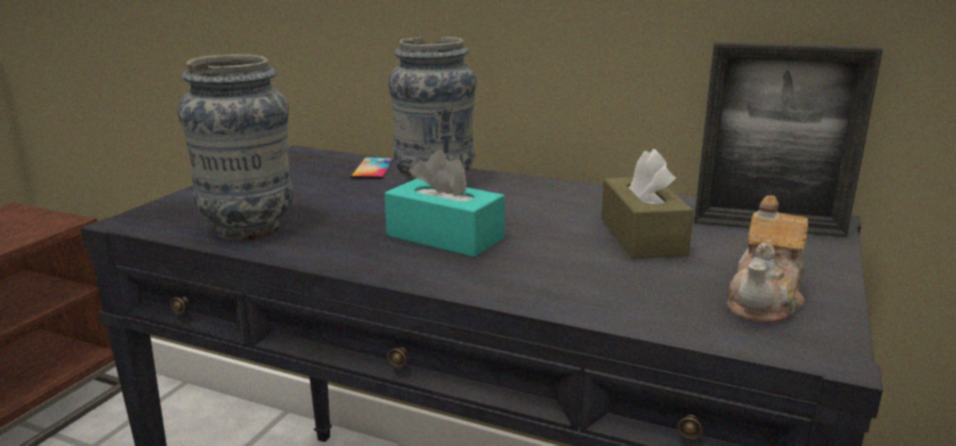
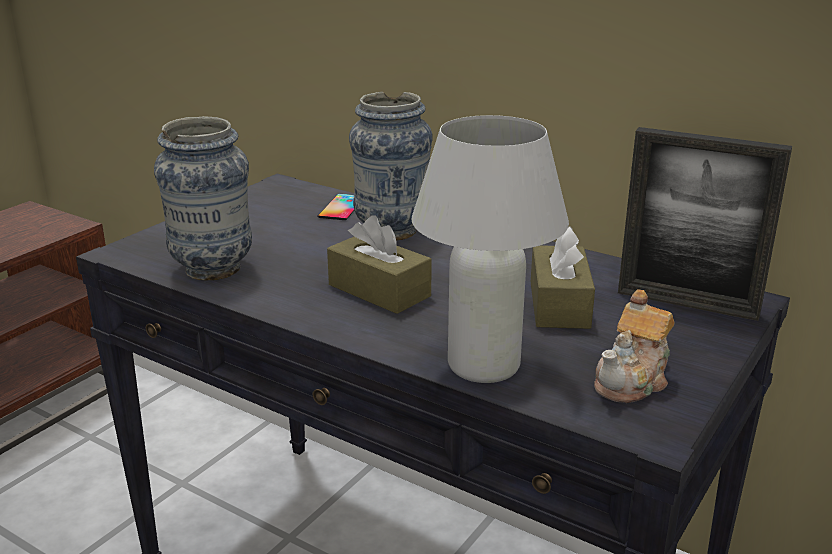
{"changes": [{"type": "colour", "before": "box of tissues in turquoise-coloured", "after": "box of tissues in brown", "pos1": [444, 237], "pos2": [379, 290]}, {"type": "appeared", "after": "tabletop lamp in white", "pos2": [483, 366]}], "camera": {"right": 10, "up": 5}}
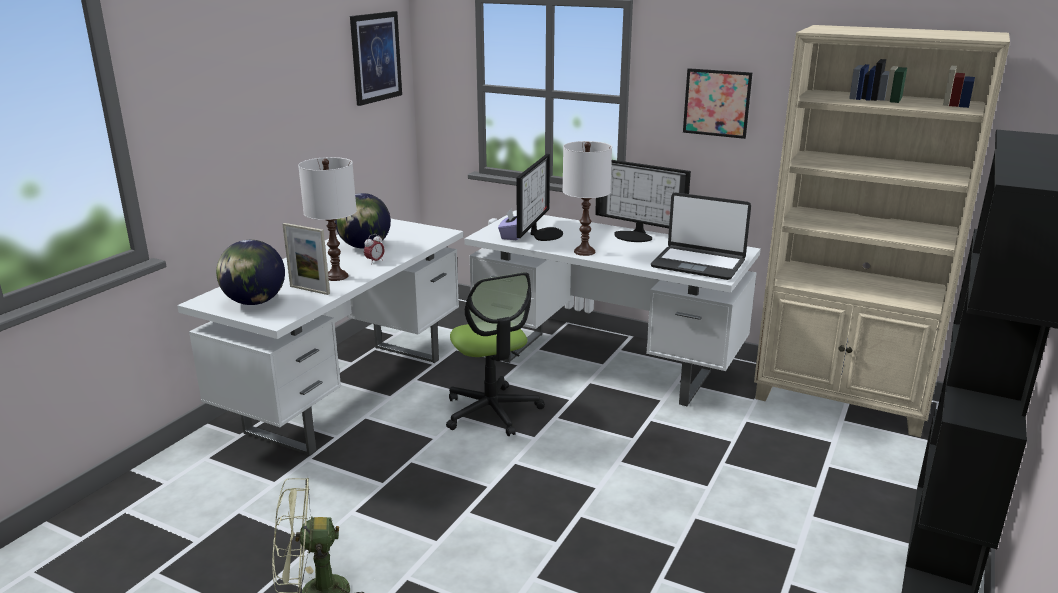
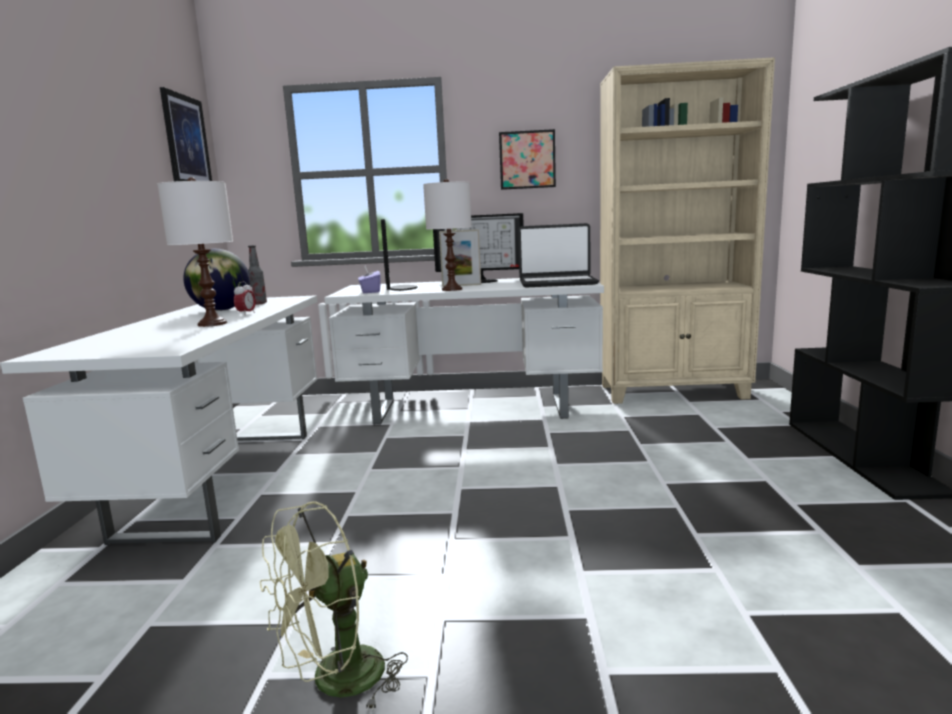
{"changes": [{"type": "relocated", "before": "standing frame", "pos1": [309, 290], "pos2": [461, 285]}, {"type": "missing", "before": "desk globe", "pos1": [255, 302]}, {"type": "missing", "before": "desk chair", "pos1": [492, 411]}, {"type": "appeared", "after": "beverage bottle", "pos2": [259, 303]}], "camera": {"right": -25, "up": -10}}
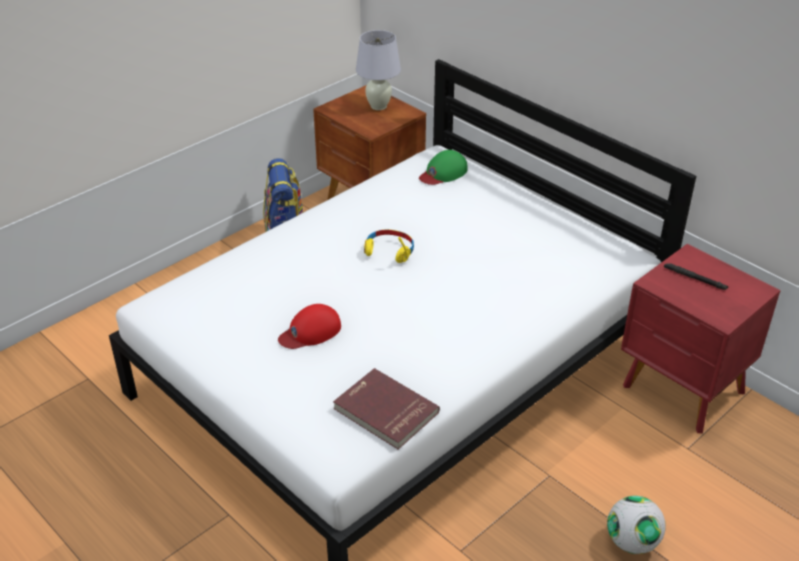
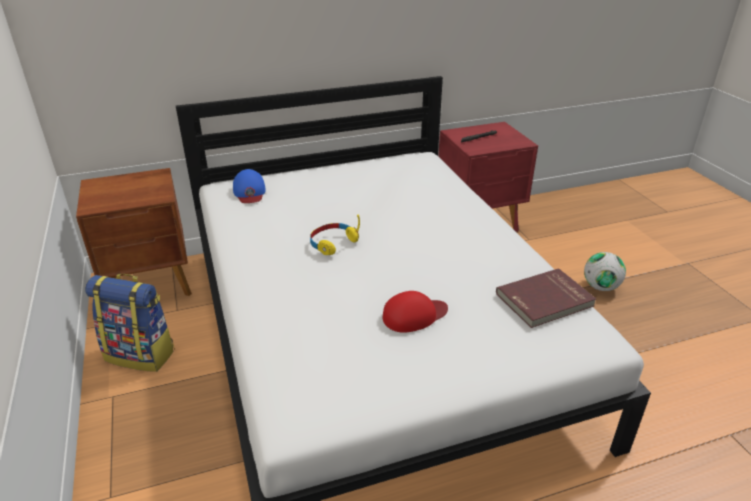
{"changes": [{"type": "missing", "before": "tabletop lamp in white", "pos1": [378, 106]}, {"type": "colour", "before": "baseball cap in green-coloured", "after": "baseball cap in blue-coloured", "pos1": [443, 173], "pos2": [249, 192]}, {"type": "spun", "before": "baseball cap in red-coloured", "pos1": [310, 331], "pos2": [414, 315], "turn": -105}], "camera": {"right": -65, "up": -5}}
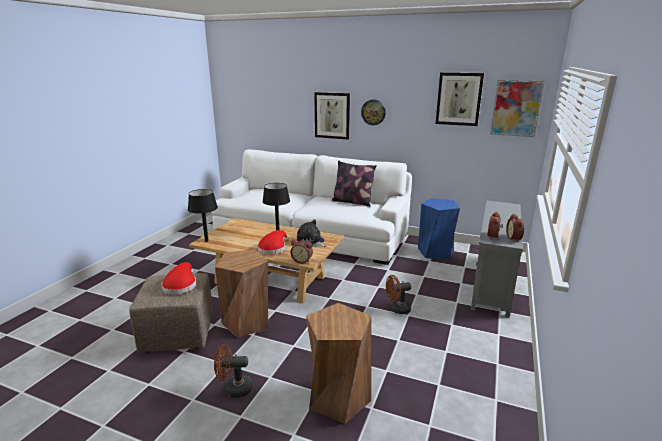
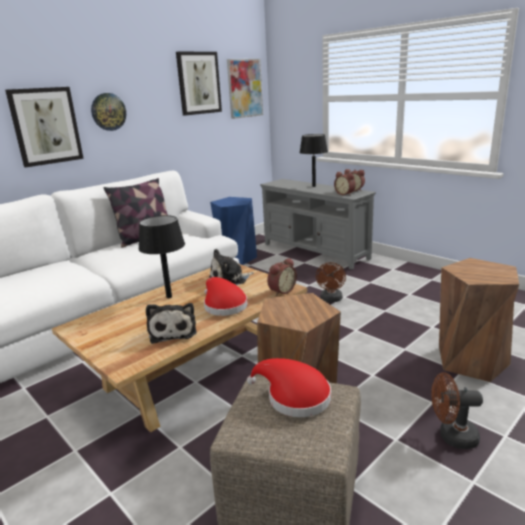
{"changes": [{"type": "relocated", "before": "tabletop lamp in black-coloured", "pos1": [206, 240], "pos2": [313, 186]}, {"type": "spun", "before": "electric fan in brown", "pos1": [234, 389], "pos2": [452, 436], "turn": 75}, {"type": "appeared", "after": "plush toy", "pos2": [173, 331]}], "camera": {"right": -65, "up": 0}}
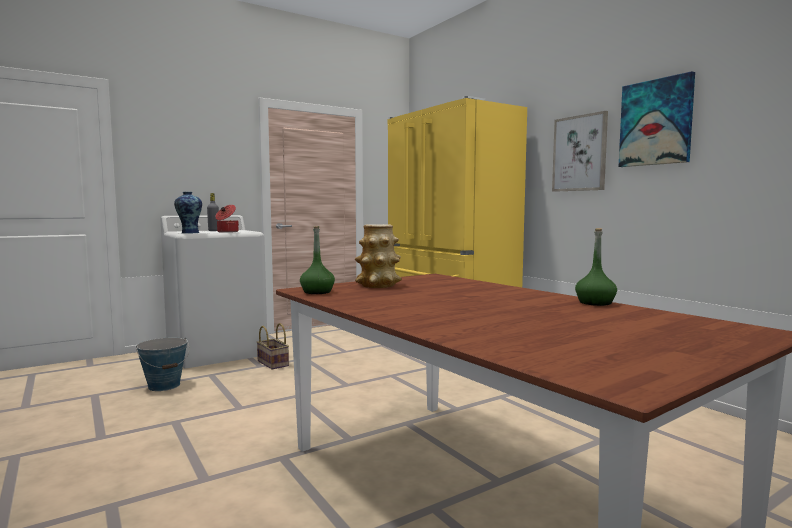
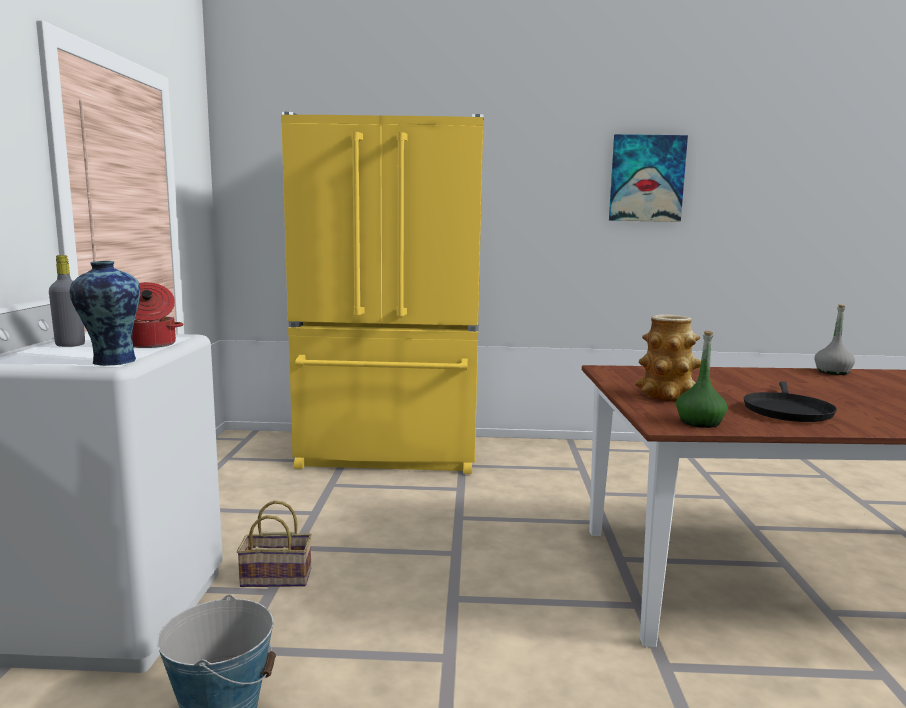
{"changes": [{"type": "missing", "before": "wall art", "pos1": [579, 153]}, {"type": "colour", "before": "beverage bottle in green-coloured", "after": "beverage bottle in greyish", "pos1": [595, 303], "pos2": [833, 372]}, {"type": "appeared", "after": "frying pan in black-coloured", "pos2": [786, 411]}], "camera": {"right": -55, "up": 5}}
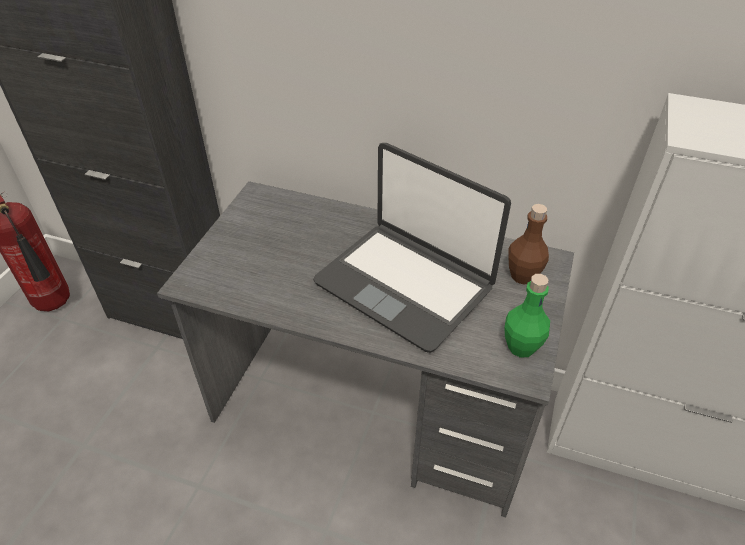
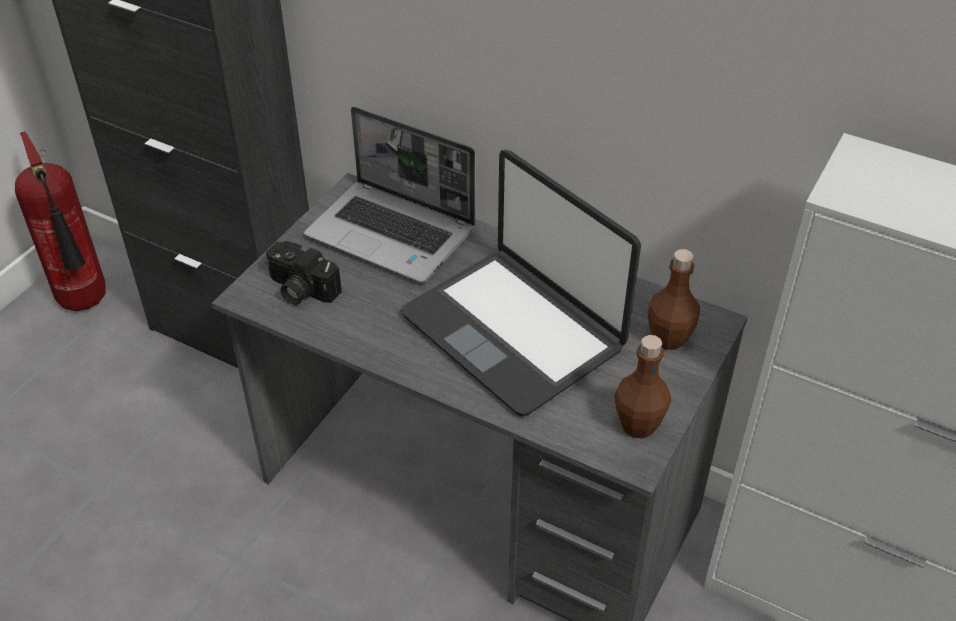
{"changes": [{"type": "colour", "before": "beverage bottle in green-coloured", "after": "beverage bottle in brown", "pos1": [521, 347], "pos2": [638, 425]}, {"type": "appeared", "after": "notebook computer", "pos2": [393, 233]}, {"type": "appeared", "after": "photo camera", "pos2": [299, 289]}], "camera": {"right": 10, "up": 0}}
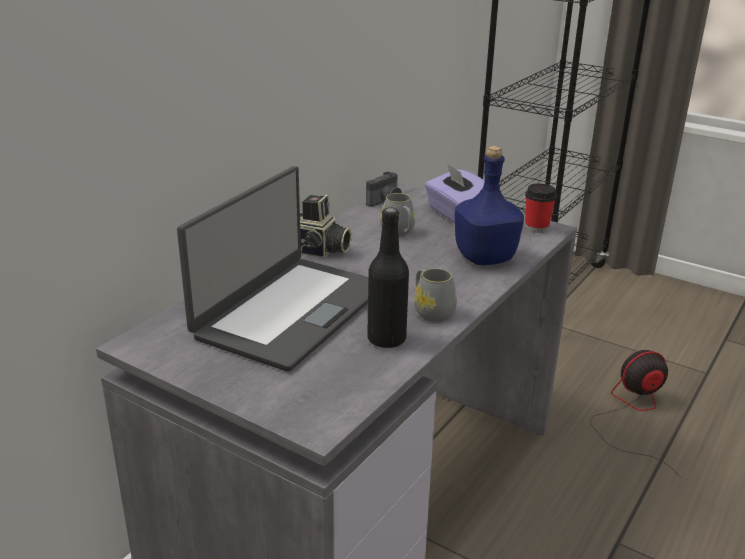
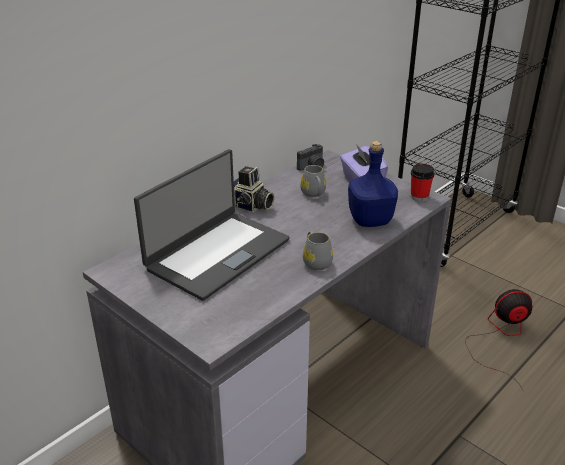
{"changes": [{"type": "missing", "before": "beverage bottle in black-coloured", "pos1": [386, 339]}], "camera": {"right": 10, "up": 5}}
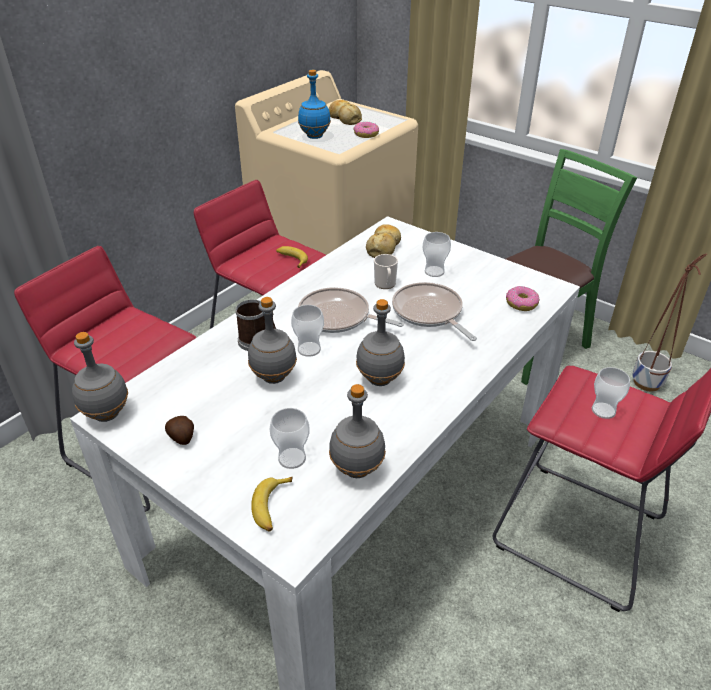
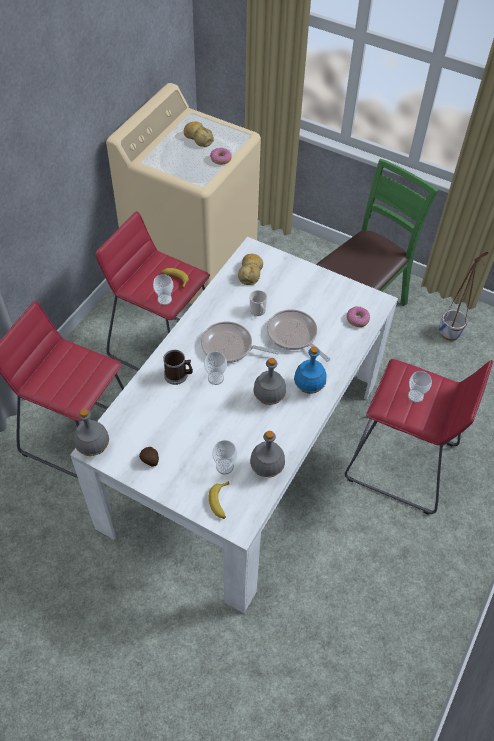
{"changes": [{"type": "relocated", "before": "beverage bottle in blue-coloured", "pos1": [314, 136], "pos2": [308, 387]}, {"type": "relocated", "before": "drinking cup", "pos1": [434, 271], "pos2": [164, 299]}, {"type": "missing", "before": "beverage bottle in greyish", "pos1": [274, 377]}], "camera": {"right": -10, "up": 15}}
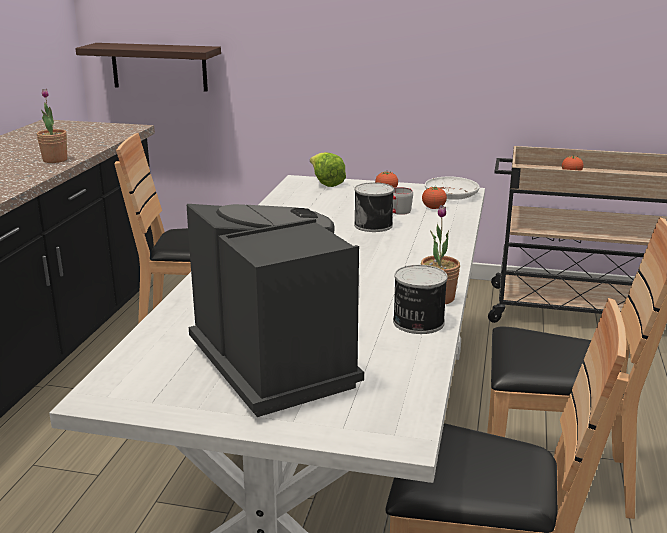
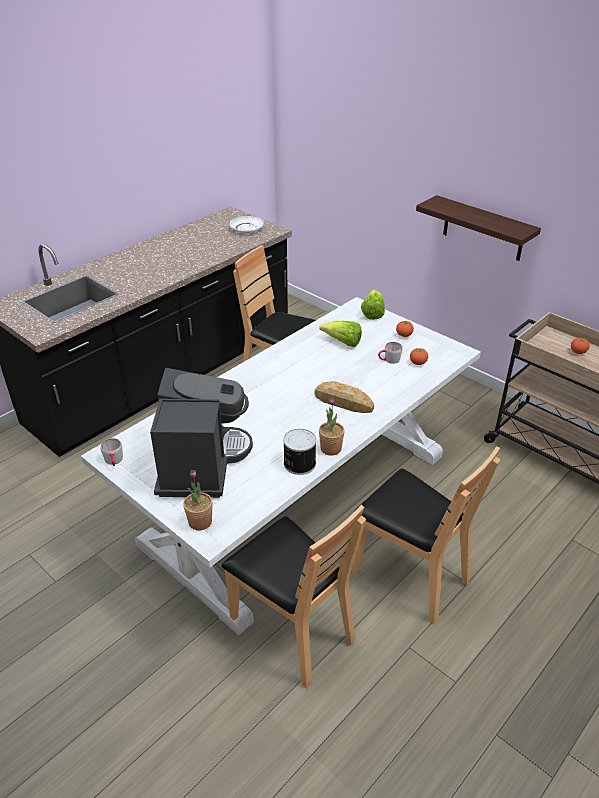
{"changes": [{"type": "relocated", "before": "bracket shelf", "pos1": [159, 67], "pos2": [483, 229]}, {"type": "relocated", "before": "houseplant", "pos1": [55, 160], "pos2": [200, 522]}, {"type": "relocated", "before": "flat dish in white", "pos1": [451, 195], "pos2": [247, 229]}, {"type": "missing", "before": "metal can", "pos1": [374, 225]}, {"type": "appeared", "after": "lettuce", "pos2": [343, 343]}, {"type": "appeared", "after": "bakery bread", "pos2": [343, 402]}, {"type": "appeared", "after": "mug in greyish", "pos2": [114, 461]}], "camera": {"right": 30, "up": 15}}
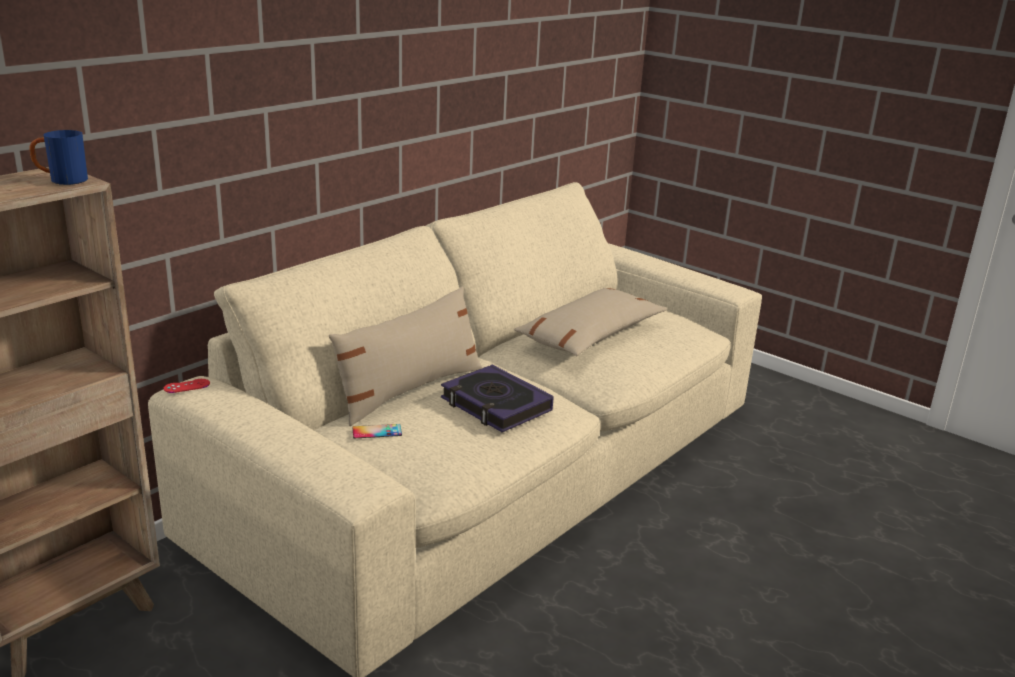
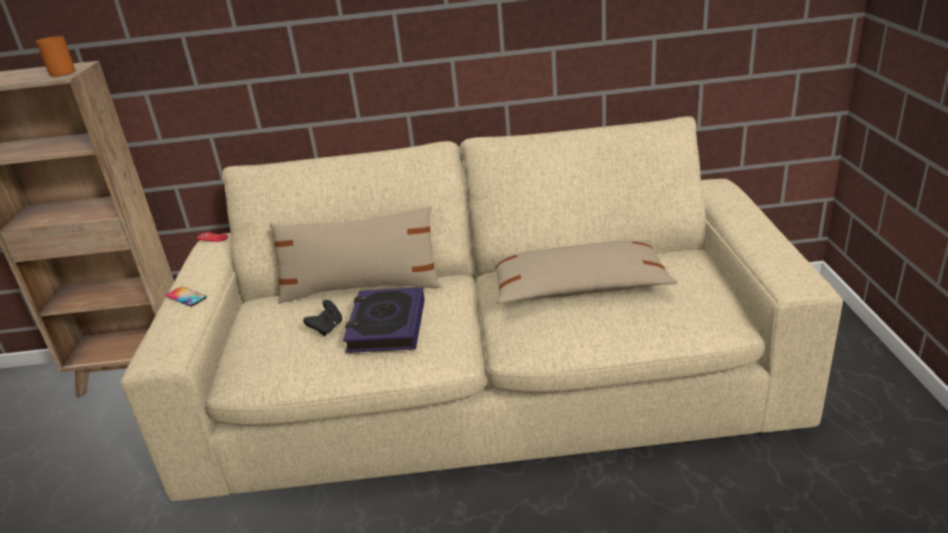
{"changes": [{"type": "colour", "before": "mug in blue-coloured", "after": "mug in orange-coloured", "pos1": [61, 181], "pos2": [59, 73]}, {"type": "relocated", "before": "phone", "pos1": [377, 431], "pos2": [186, 296]}, {"type": "appeared", "after": "game controller in black-coloured", "pos2": [327, 328]}], "camera": {"right": 50, "up": 5}}
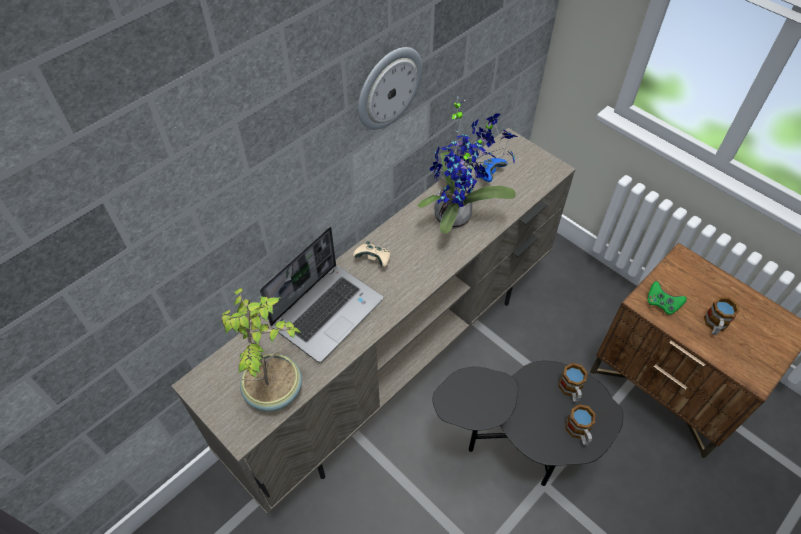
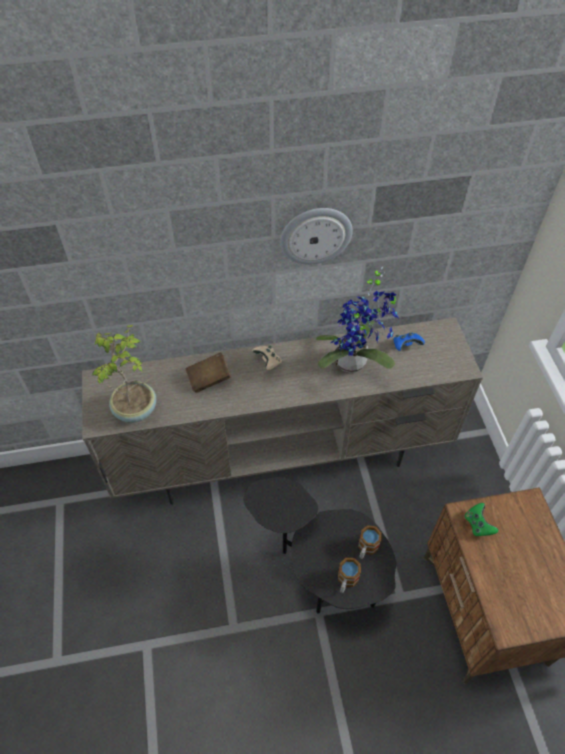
{"changes": [{"type": "exchanged", "before": "notebook computer", "after": "volume in brown", "pos1": [327, 311], "pos2": [209, 379]}, {"type": "missing", "before": "mug", "pos1": [714, 325]}], "camera": {"right": 35, "up": 0}}
